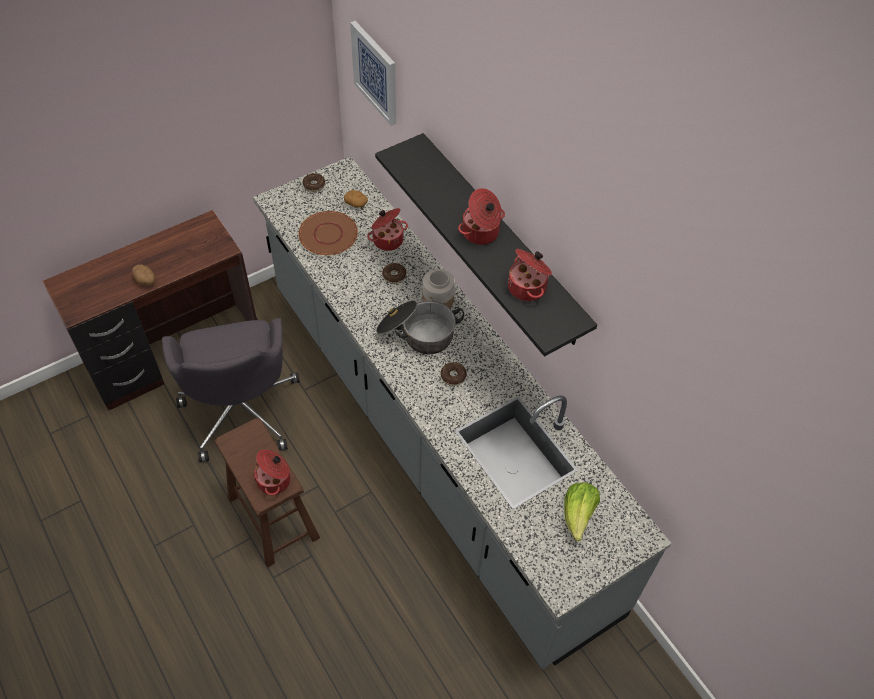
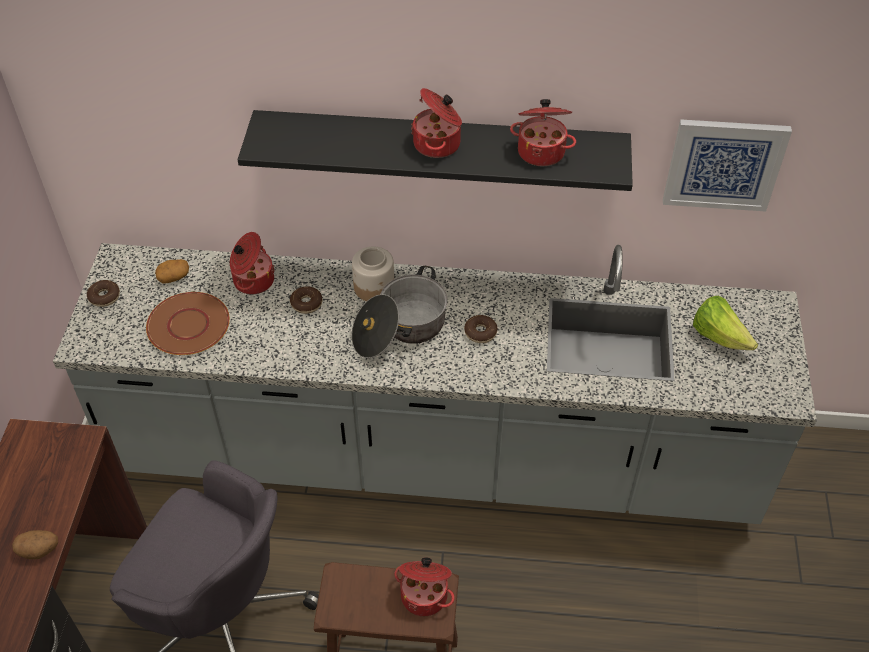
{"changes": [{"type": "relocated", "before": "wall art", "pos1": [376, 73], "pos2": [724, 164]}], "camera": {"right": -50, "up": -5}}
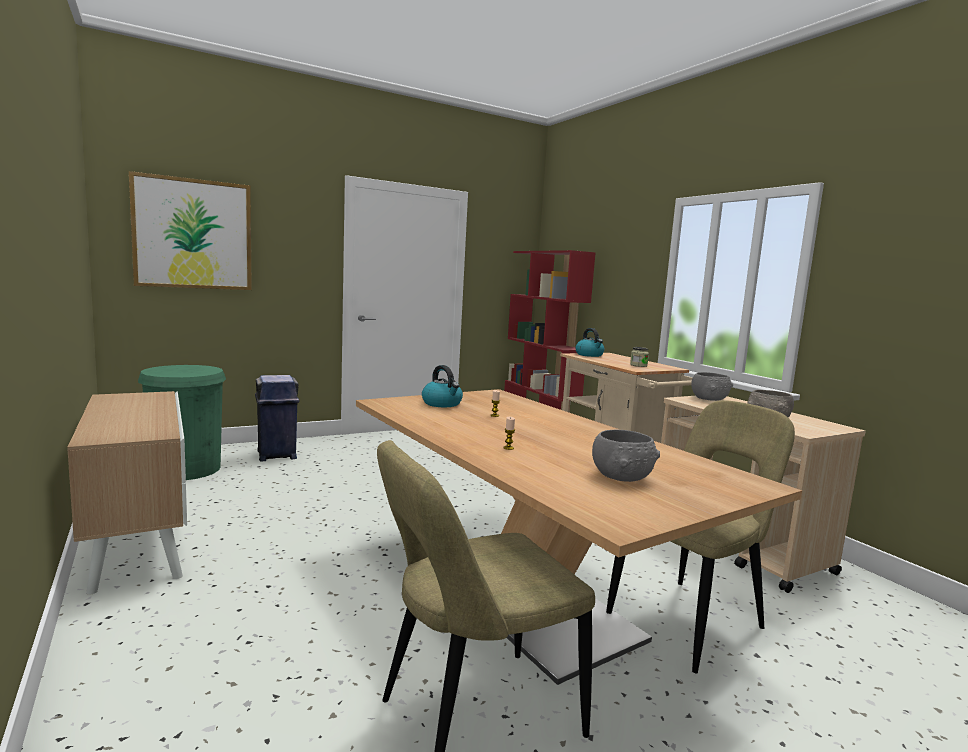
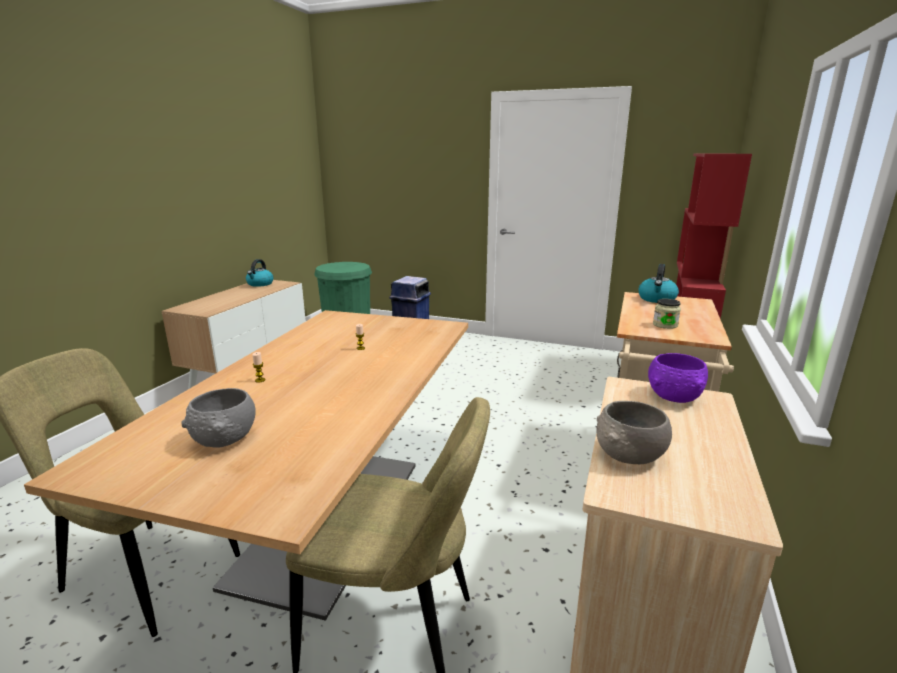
{"changes": [{"type": "missing", "before": "wall art", "pos1": [193, 234]}, {"type": "relocated", "before": "kettle", "pos1": [442, 404], "pos2": [260, 284]}, {"type": "colour", "before": "deep dish in greyish", "after": "deep dish in purple", "pos1": [709, 399], "pos2": [674, 396]}], "camera": {"right": 50, "up": 10}}
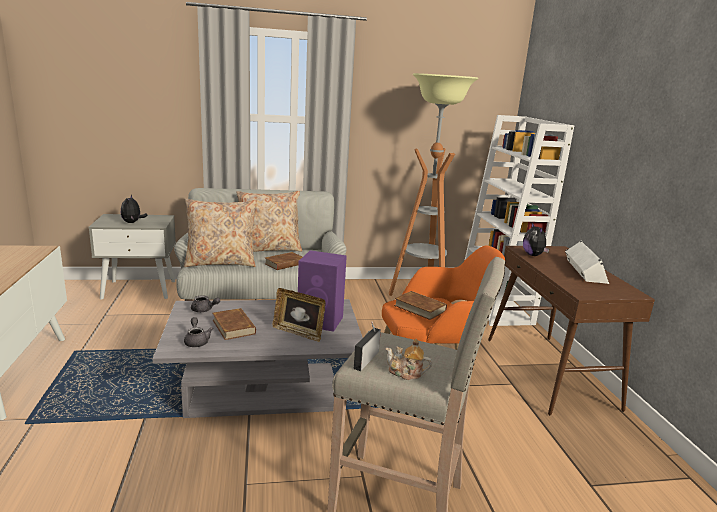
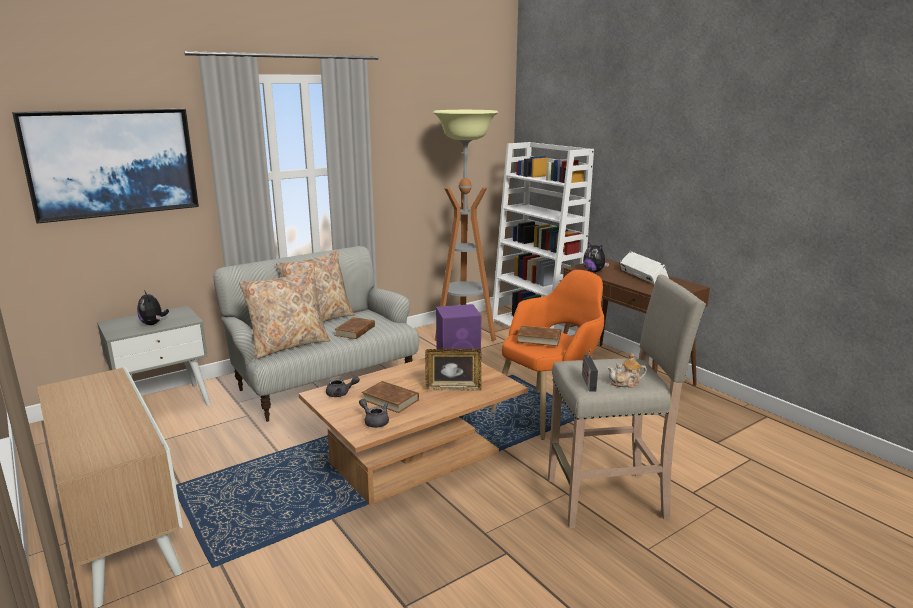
{"changes": [{"type": "colour", "before": "low table in greyish", "after": "low table in brown", "pos1": [264, 390], "pos2": [416, 457]}, {"type": "appeared", "after": "wall art", "pos2": [112, 163]}], "camera": {"right": -25, "up": 0}}
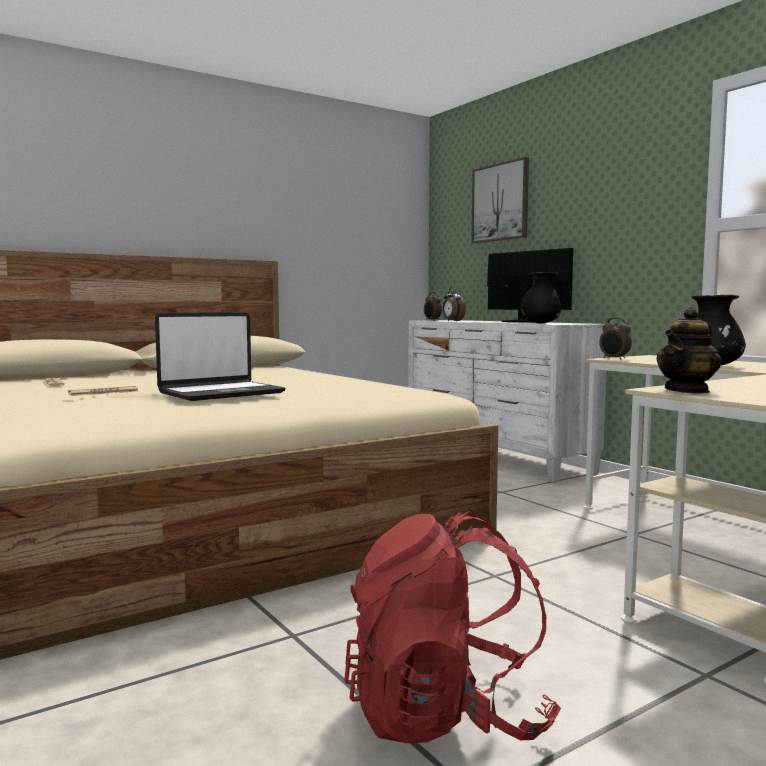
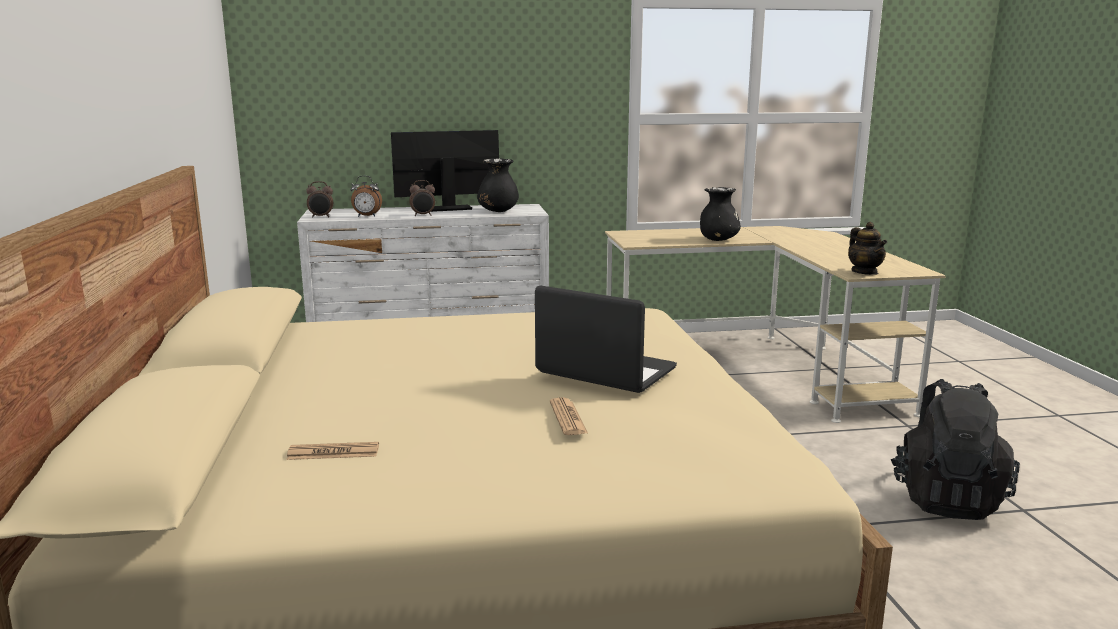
{"changes": [{"type": "missing", "before": "wall art", "pos1": [500, 202]}, {"type": "spun", "before": "notebook computer", "pos1": [221, 393], "pos2": [605, 371], "turn": -45}, {"type": "relocated", "before": "alarm clock", "pos1": [614, 359], "pos2": [423, 215]}, {"type": "colour", "before": "knapsack in red-coloured", "after": "knapsack in black-coloured", "pos1": [446, 715], "pos2": [946, 499]}], "camera": {"right": -65, "up": 10}}
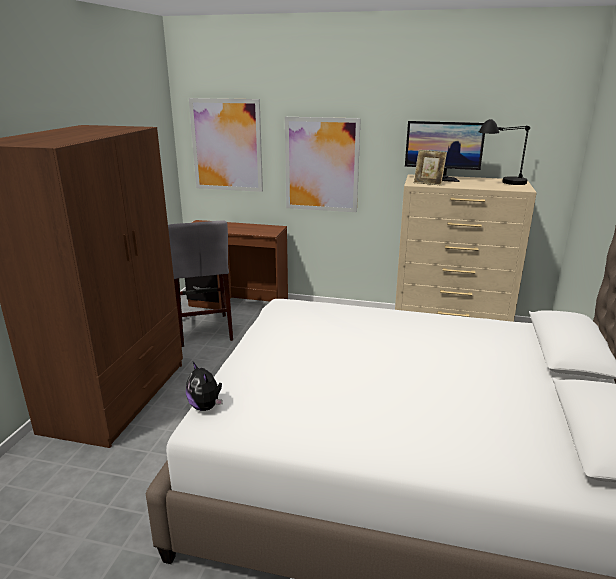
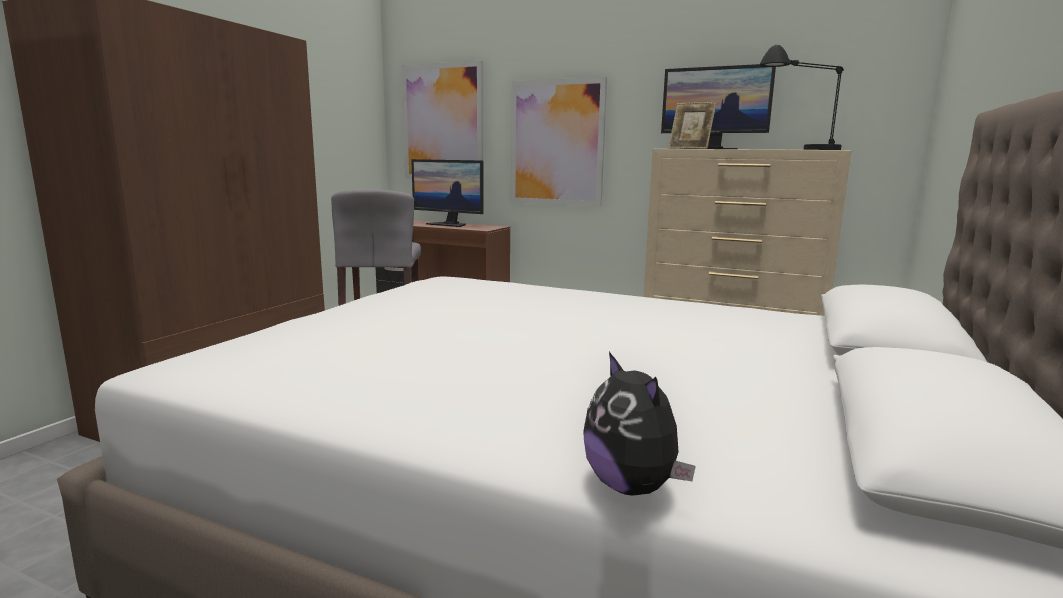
{"changes": [{"type": "relocated", "before": "plush toy", "pos1": [206, 406], "pos2": [632, 486]}, {"type": "appeared", "after": "computer display", "pos2": [449, 224]}], "camera": {"right": 10, "up": -10}}
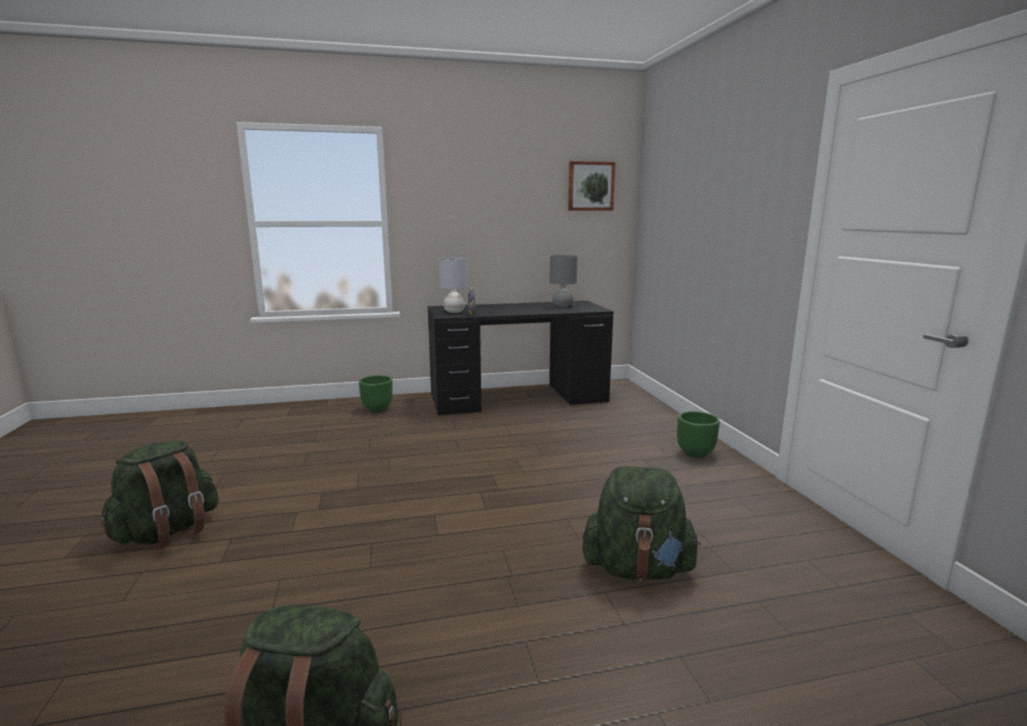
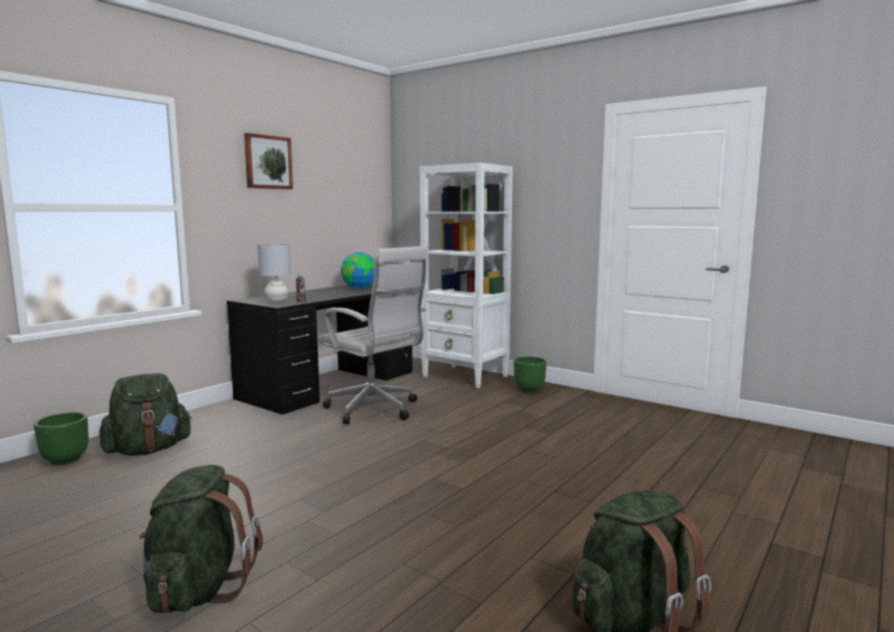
{"changes": [{"type": "relocated", "before": "wall art", "pos1": [590, 186], "pos2": [268, 162]}, {"type": "exchanged", "before": "tabletop lamp in greyish", "after": "desk globe", "pos1": [562, 306], "pos2": [360, 288]}, {"type": "relocated", "before": "plant pot in green-coloured", "pos1": [377, 409], "pos2": [65, 460]}, {"type": "relocated", "before": "knapsack in green-coloured", "pos1": [637, 569], "pos2": [148, 450]}, {"type": "appeared", "after": "bookshelf in white", "pos2": [465, 376]}, {"type": "appeared", "after": "desk chair in white", "pos2": [375, 410]}], "camera": {"right": -40, "up": -5}}
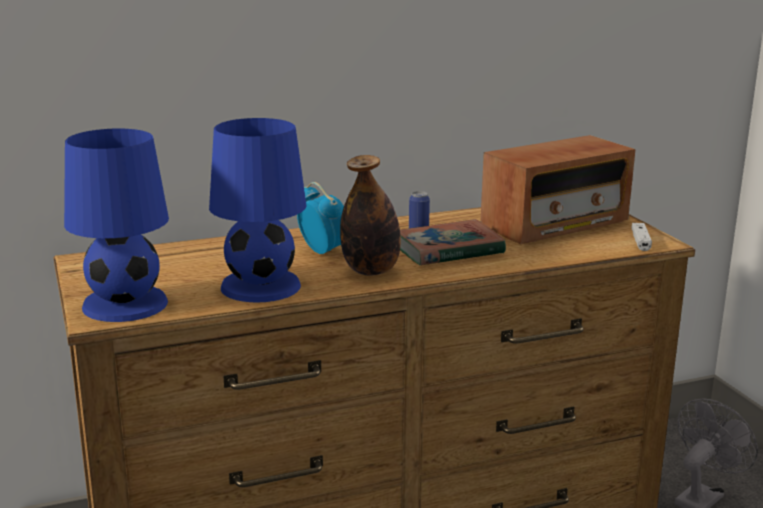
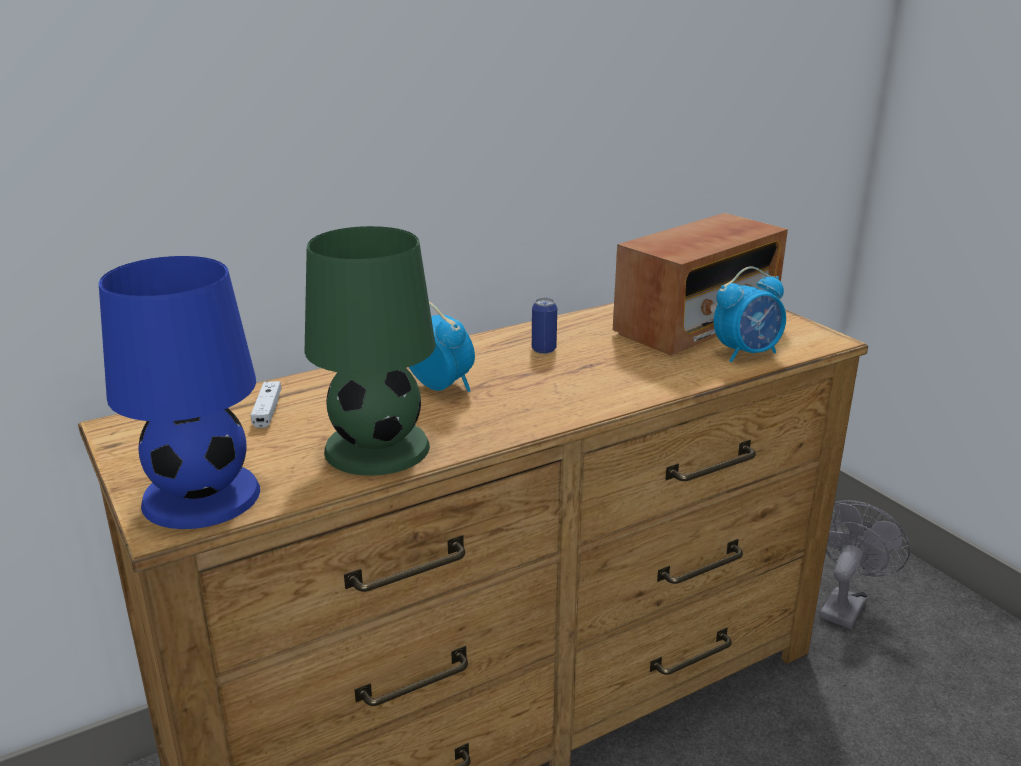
{"changes": [{"type": "colour", "before": "tabletop lamp in blue-coloured", "after": "tabletop lamp in green-coloured", "pos1": [261, 286], "pos2": [377, 447]}, {"type": "missing", "before": "beverage bottle", "pos1": [371, 271]}, {"type": "missing", "before": "volume", "pos1": [448, 250]}, {"type": "relocated", "before": "game controller in white", "pos1": [640, 242], "pos2": [267, 411]}, {"type": "appeared", "after": "alarm clock", "pos2": [747, 353]}], "camera": {"right": -10, "up": 5}}
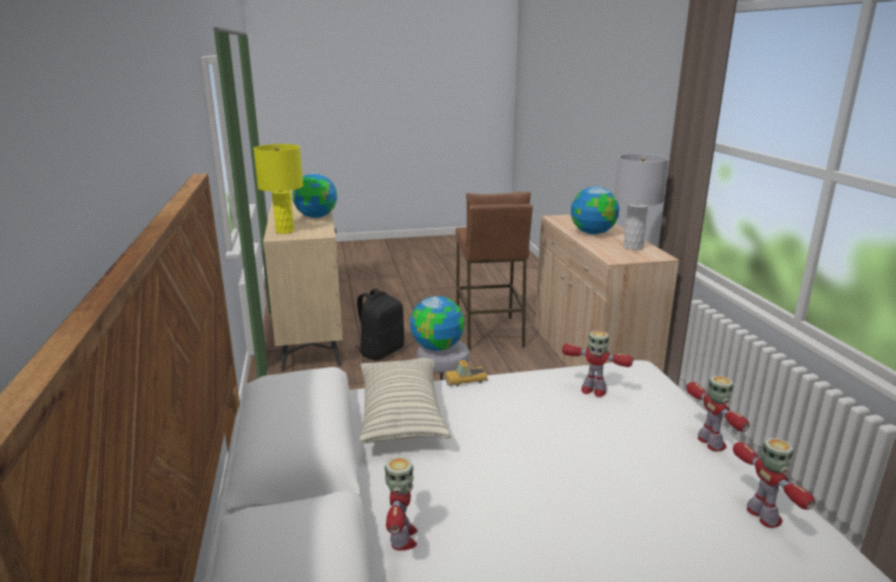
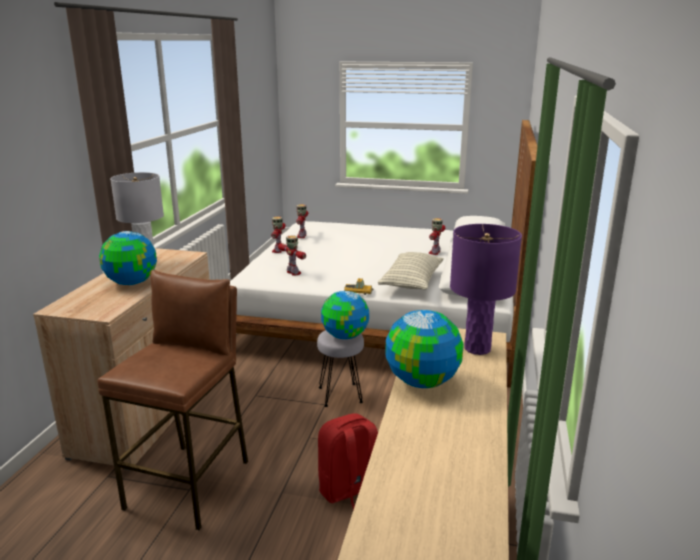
{"changes": [{"type": "colour", "before": "tabletop lamp in yellowish", "after": "tabletop lamp in purple", "pos1": [284, 231], "pos2": [477, 348]}, {"type": "colour", "before": "knapsack in black-coloured", "after": "knapsack in red-coloured", "pos1": [381, 351], "pos2": [350, 491]}], "camera": {"right": -155, "up": 0}}
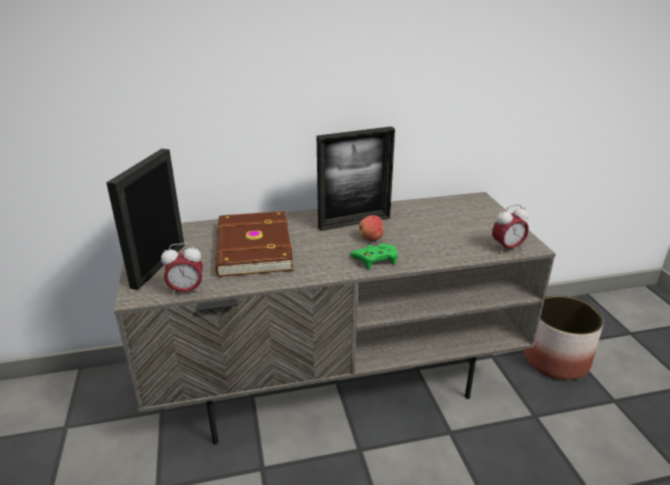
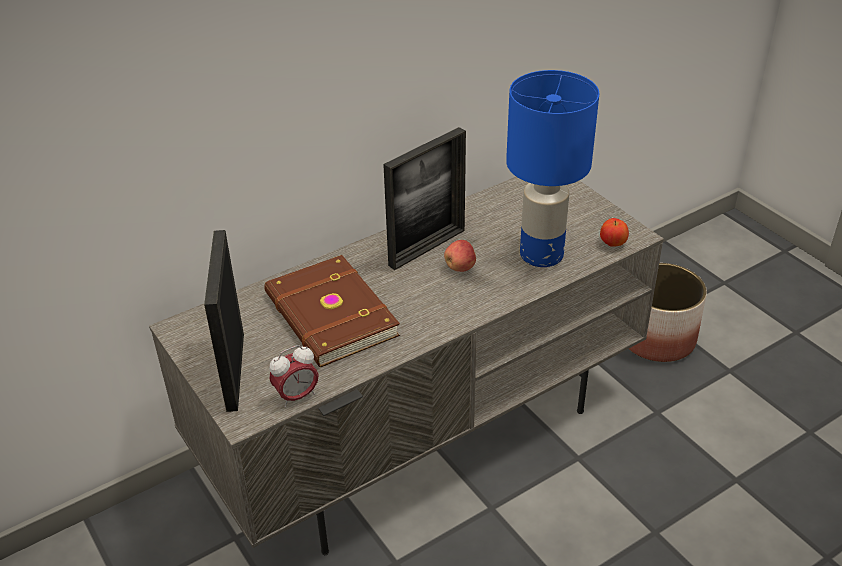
{"changes": [{"type": "exchanged", "before": "alarm clock", "after": "whole apple", "pos1": [507, 248], "pos2": [613, 244]}, {"type": "missing", "before": "game controller in green-coloured", "pos1": [376, 259]}, {"type": "appeared", "after": "tabletop lamp in blue-coloured", "pos2": [542, 254]}], "camera": {"right": -20, "up": 10}}
